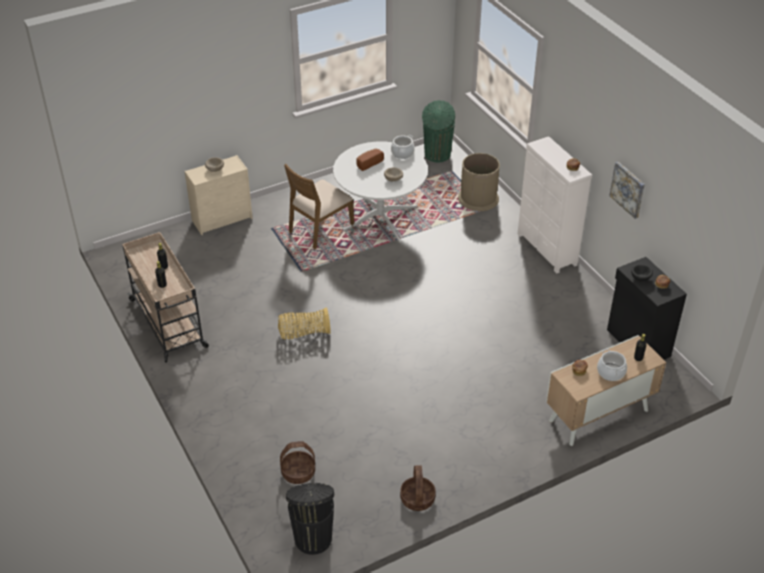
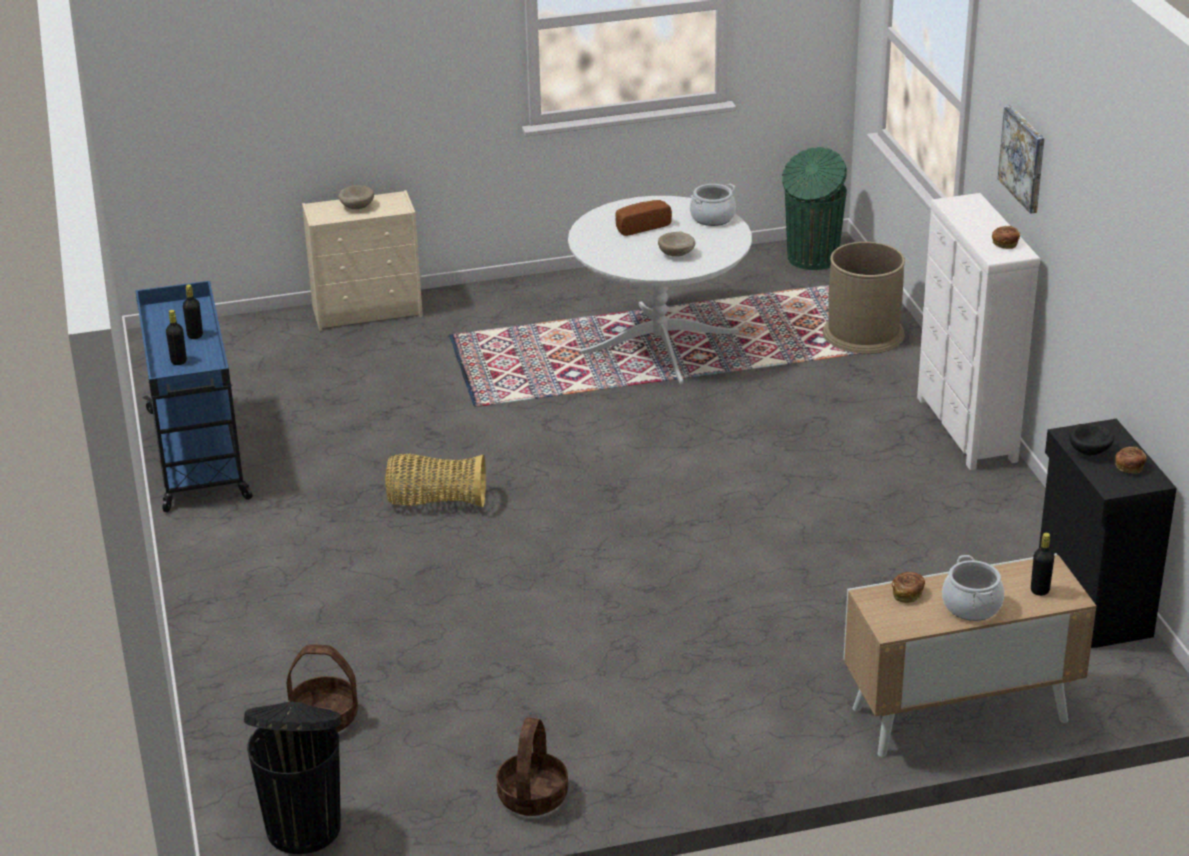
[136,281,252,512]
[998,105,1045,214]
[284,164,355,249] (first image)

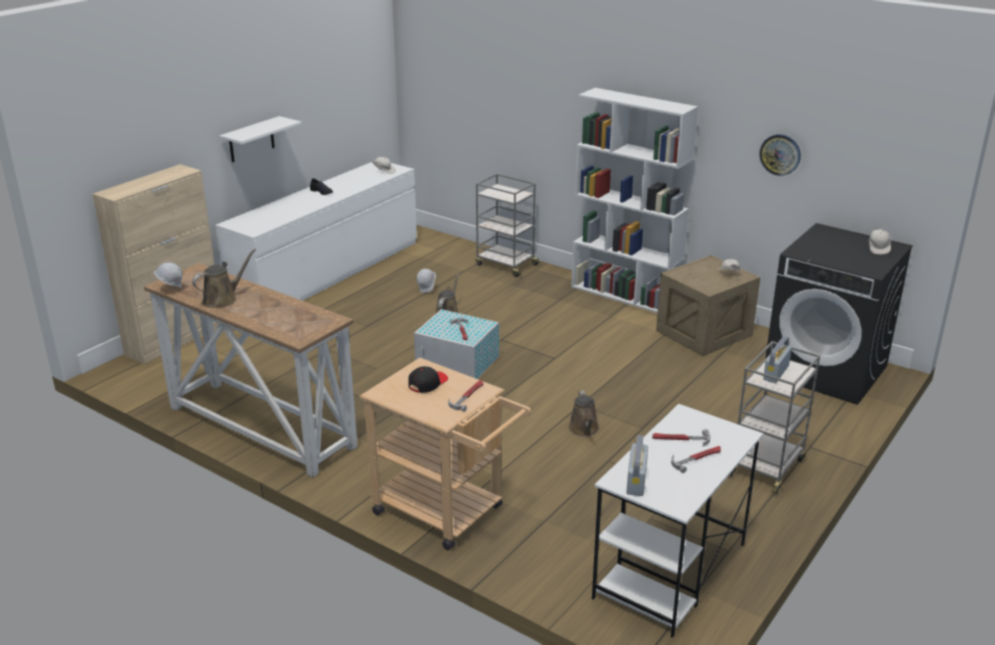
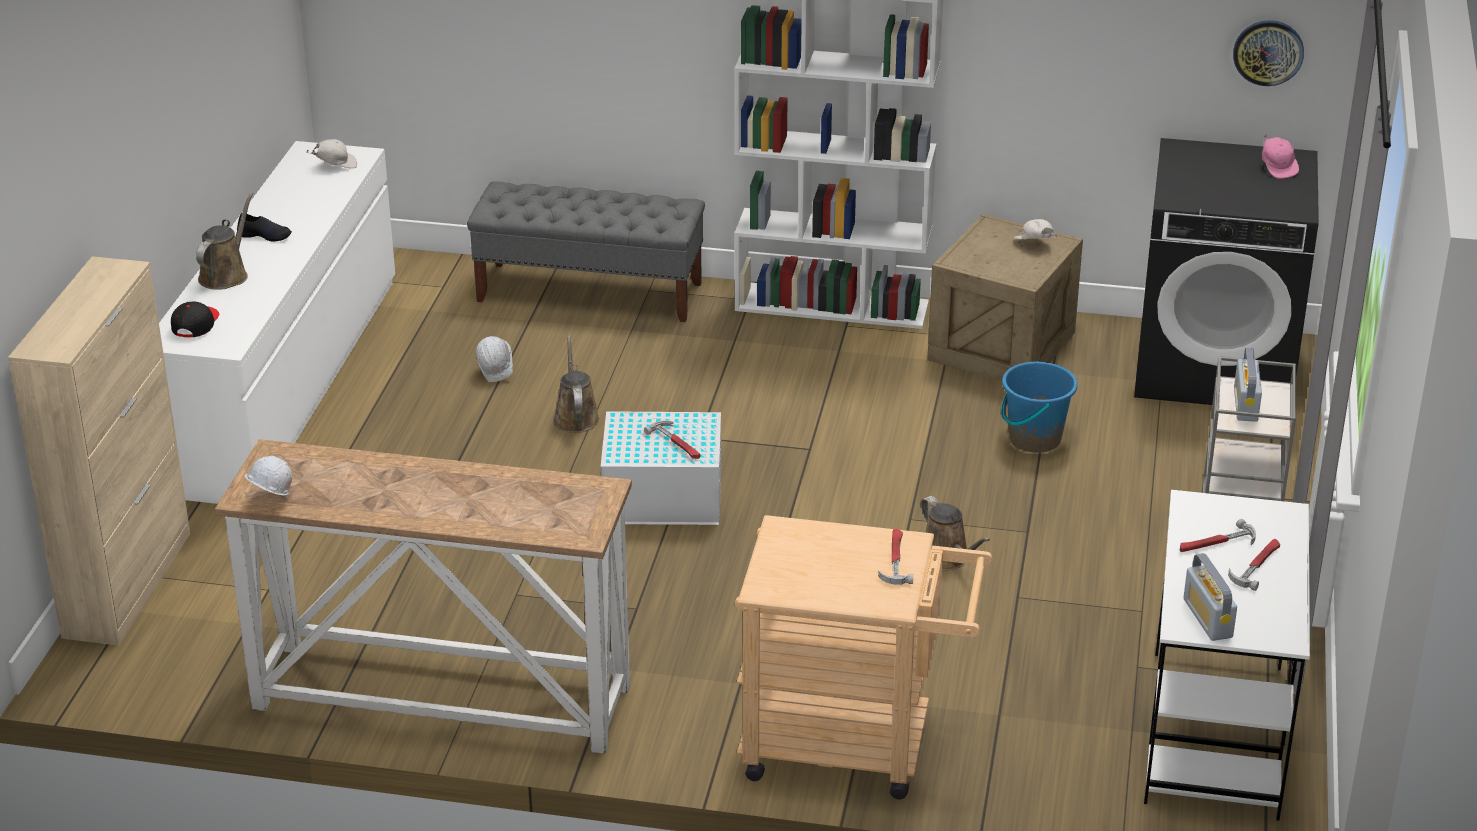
[171,301,219,337]
[196,192,254,290]
[467,181,705,322]
[1001,360,1078,453]
[1233,20,1304,86]
[1262,134,1299,179]
[219,116,301,162] (first image)

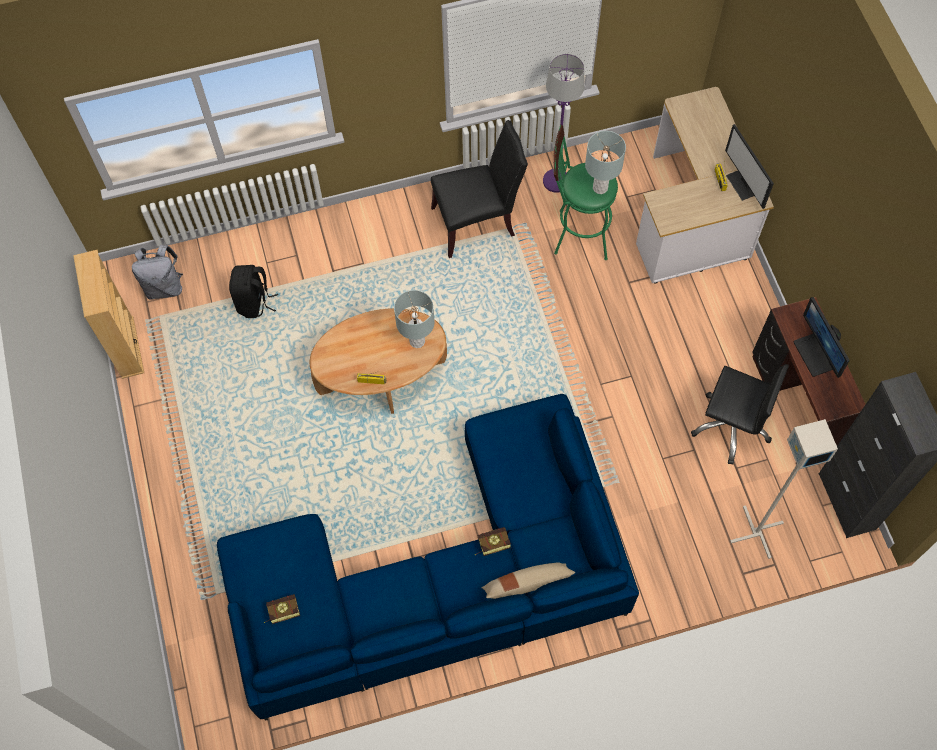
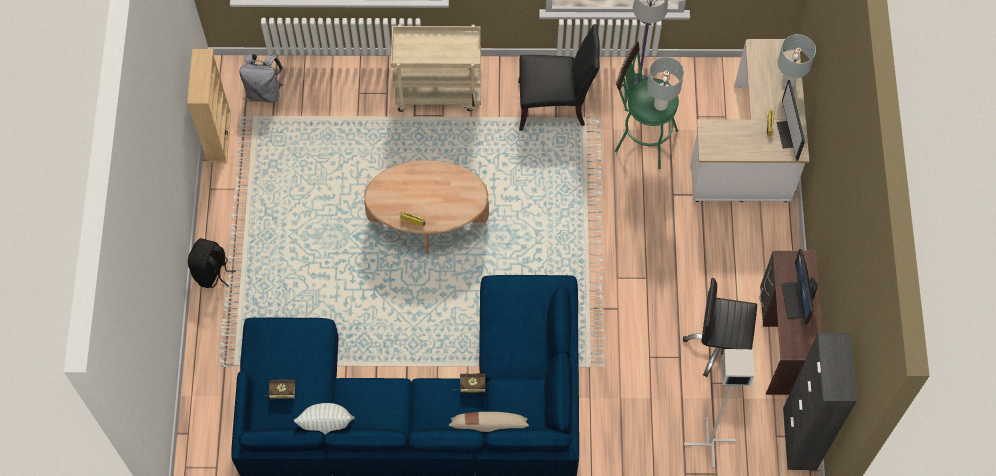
[188,238,236,288]
[294,403,355,435]
[391,24,481,112]
[683,278,757,377]
[777,34,816,87]

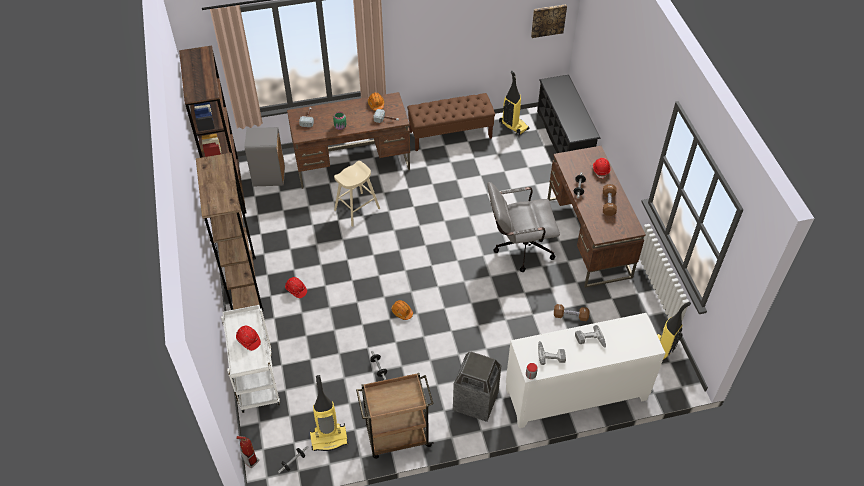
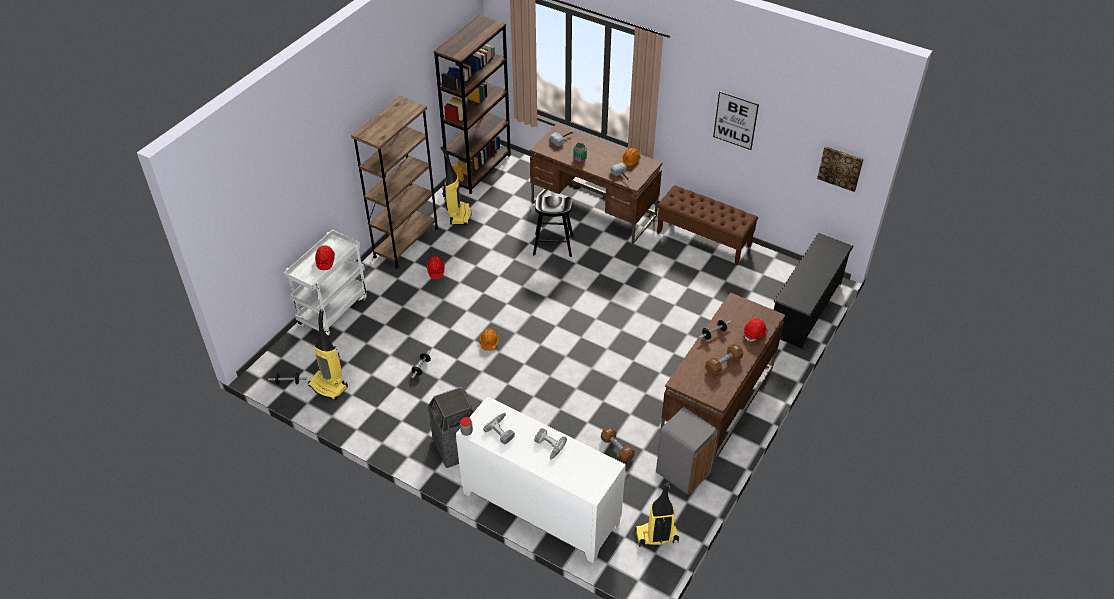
[441,146,471,226]
[533,196,573,257]
[656,407,718,495]
[713,91,759,150]
[236,436,259,468] (first image)
[356,373,434,459] (first image)
[487,182,560,272] (first image)

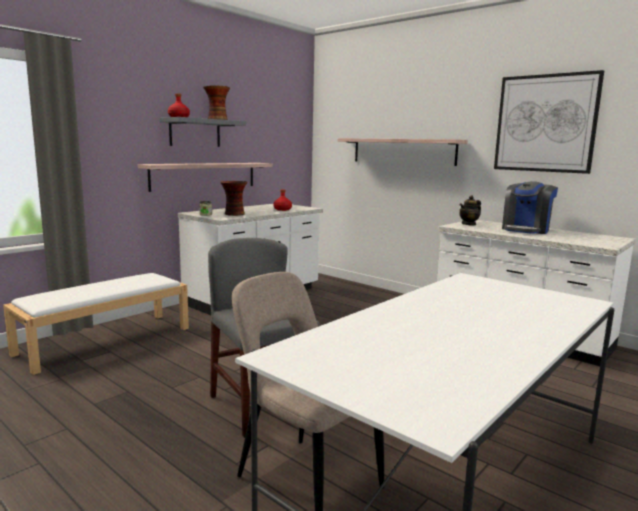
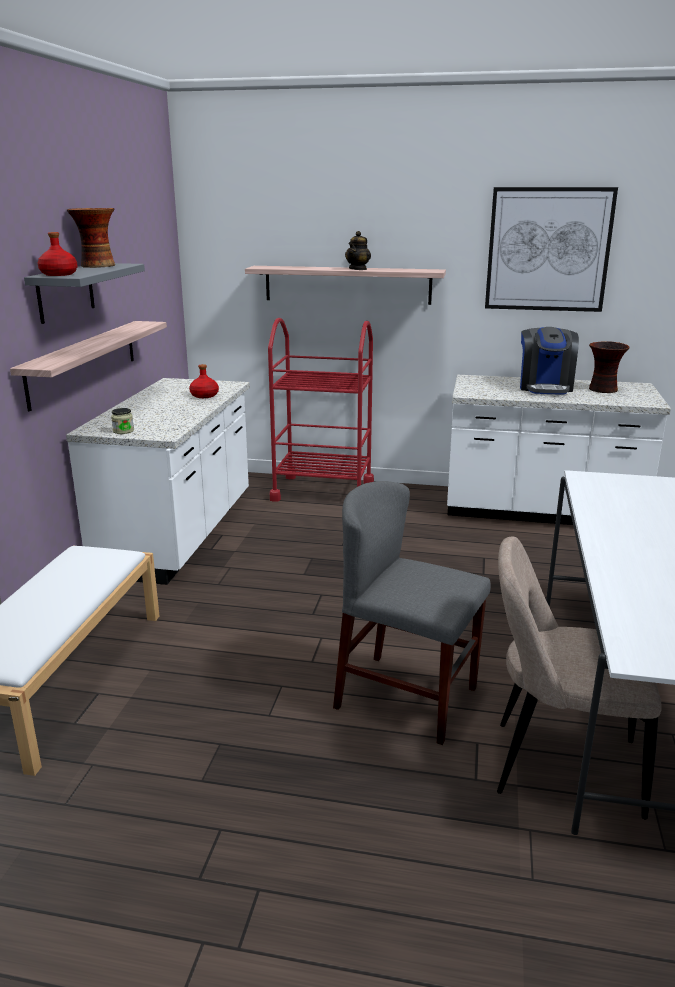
[268,318,374,502]
[345,231,371,270]
[589,341,630,393]

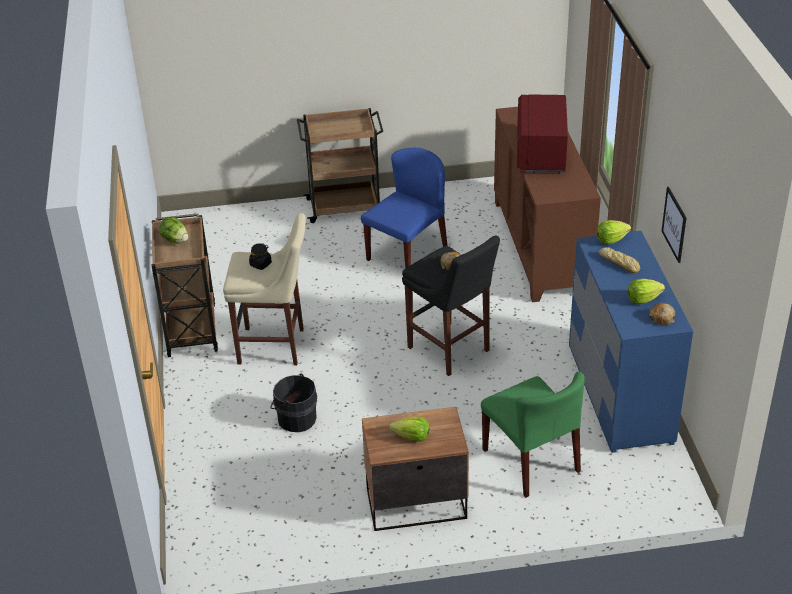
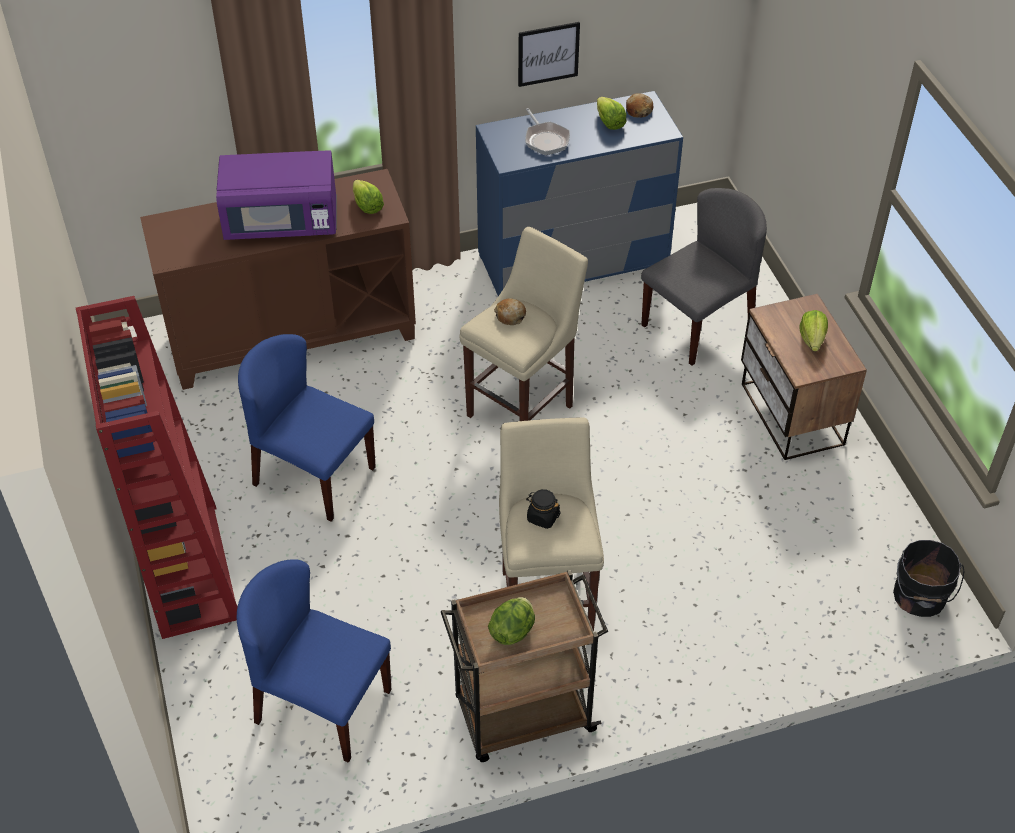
[76,296,238,639]
[216,150,337,240]
[237,559,391,763]
[353,180,384,214]
[459,227,588,421]
[525,108,570,155]
[641,188,767,366]
[893,540,965,617]

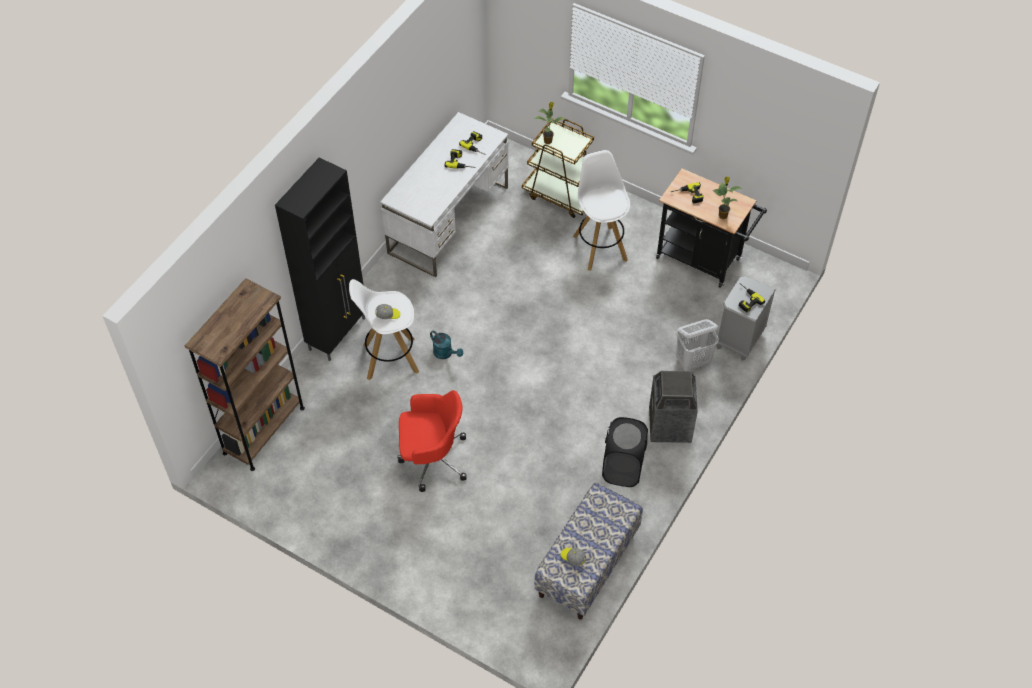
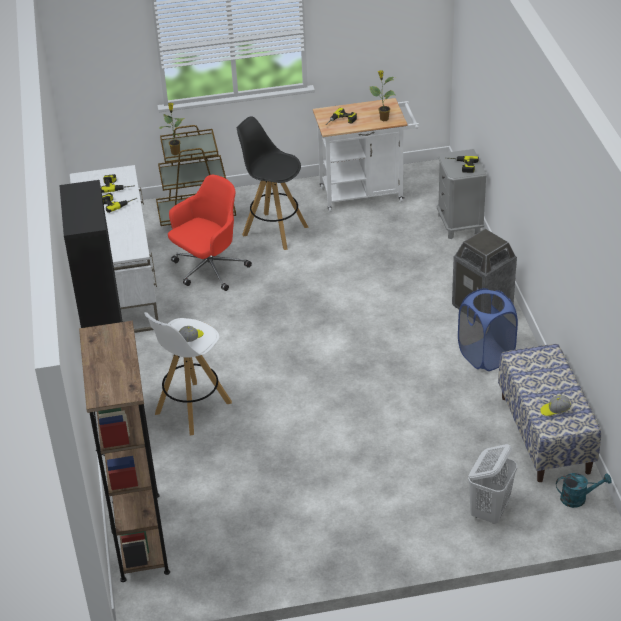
[168,175,252,291]
[237,116,309,250]
[313,98,420,212]
[458,288,518,371]
[468,444,517,524]
[556,473,612,508]

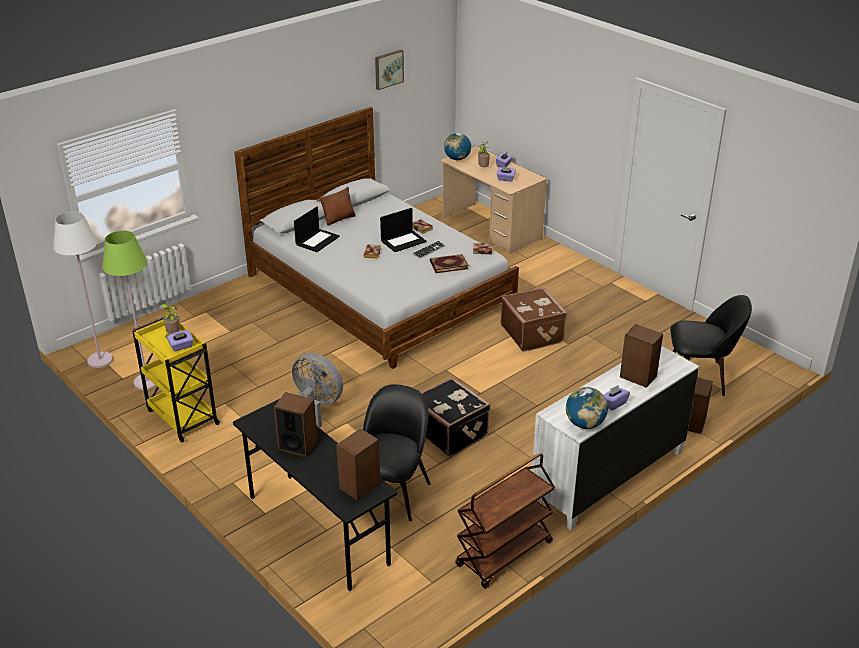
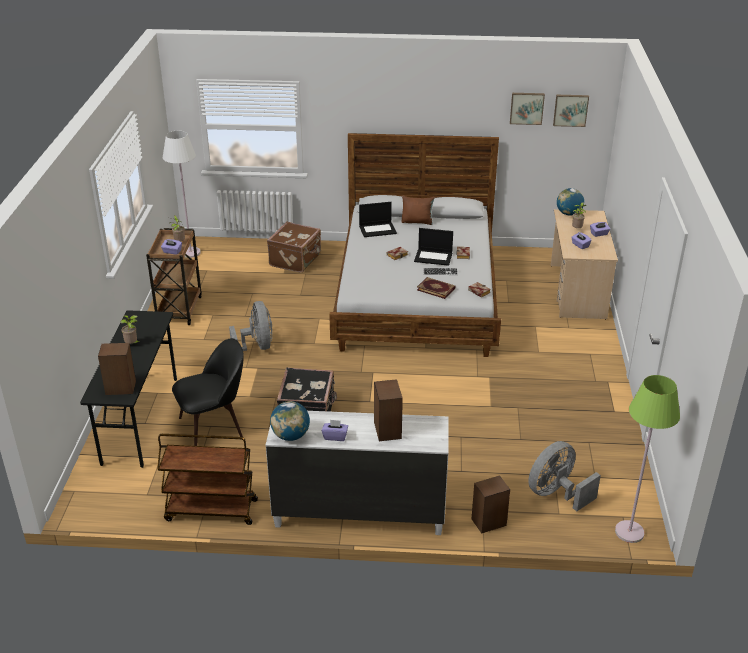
[121,315,141,344]
[146,228,202,325]
[267,222,321,273]
[528,441,601,511]
[553,95,589,127]
[615,375,680,543]

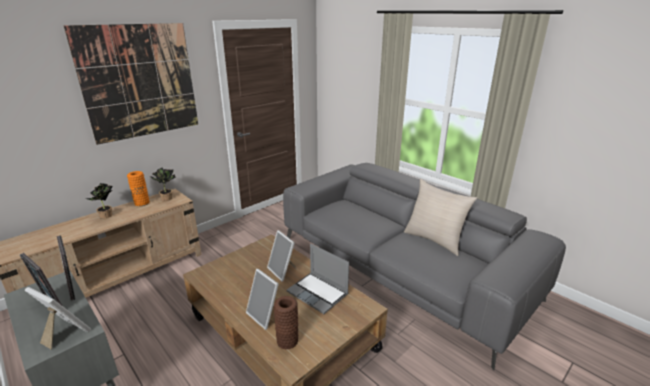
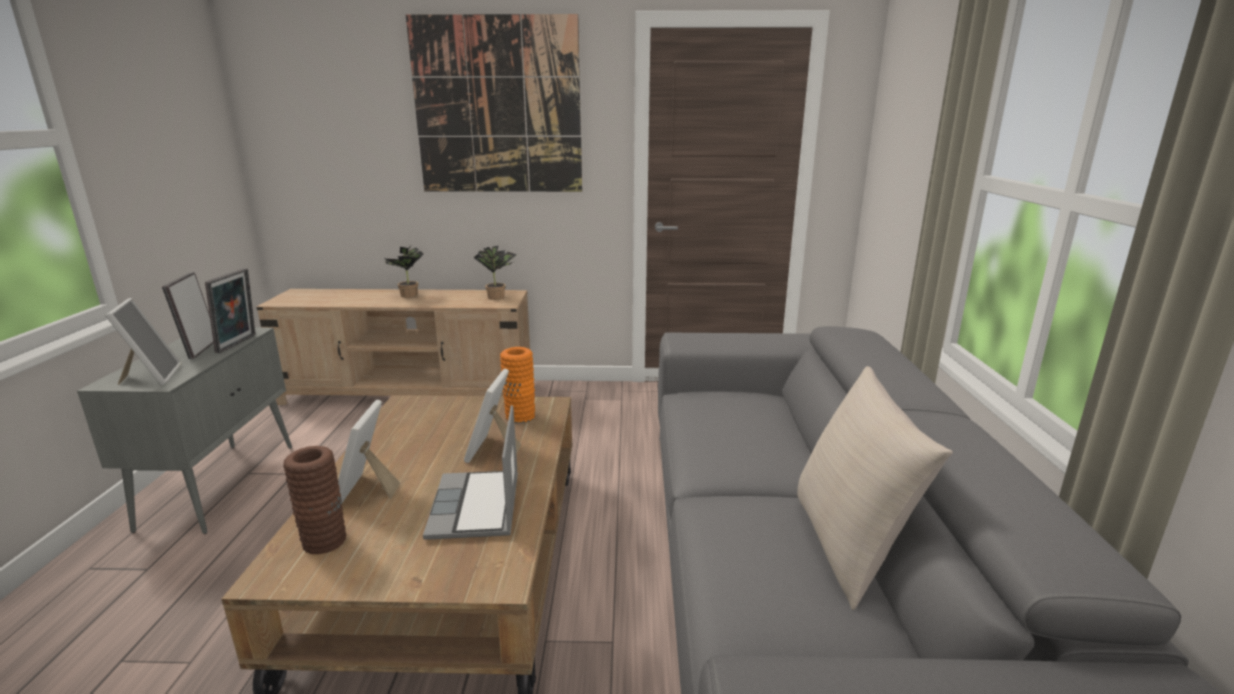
[500,347,535,424]

